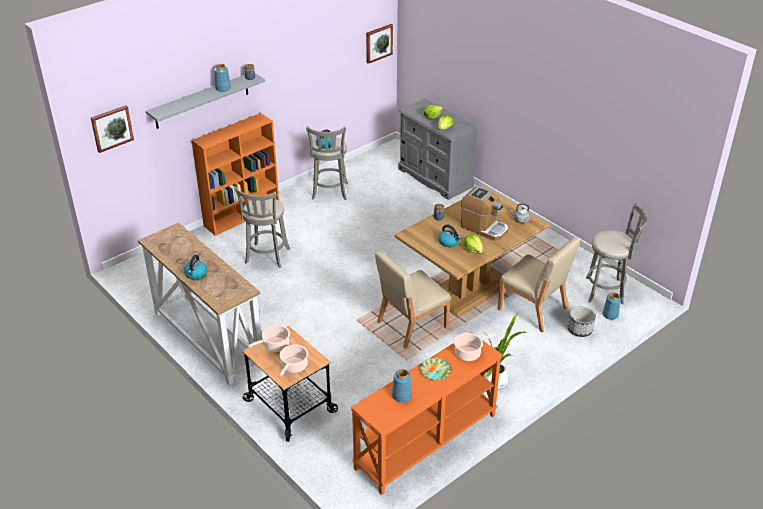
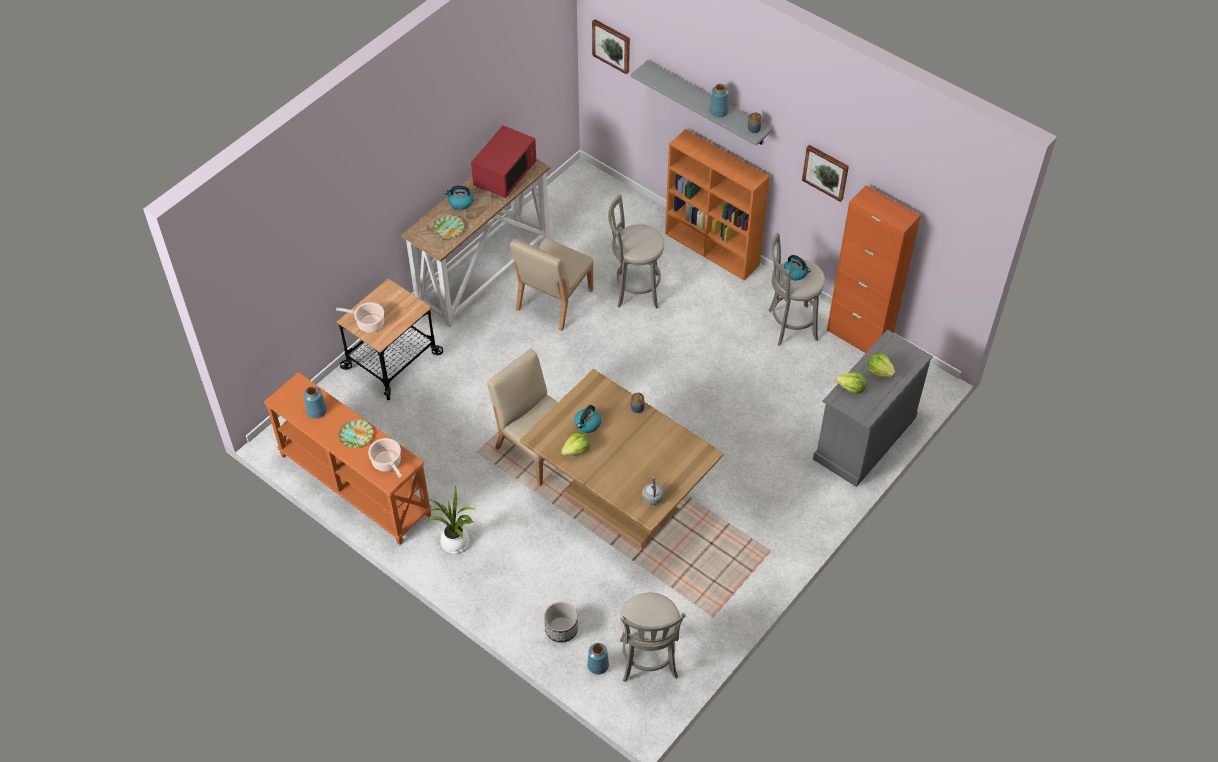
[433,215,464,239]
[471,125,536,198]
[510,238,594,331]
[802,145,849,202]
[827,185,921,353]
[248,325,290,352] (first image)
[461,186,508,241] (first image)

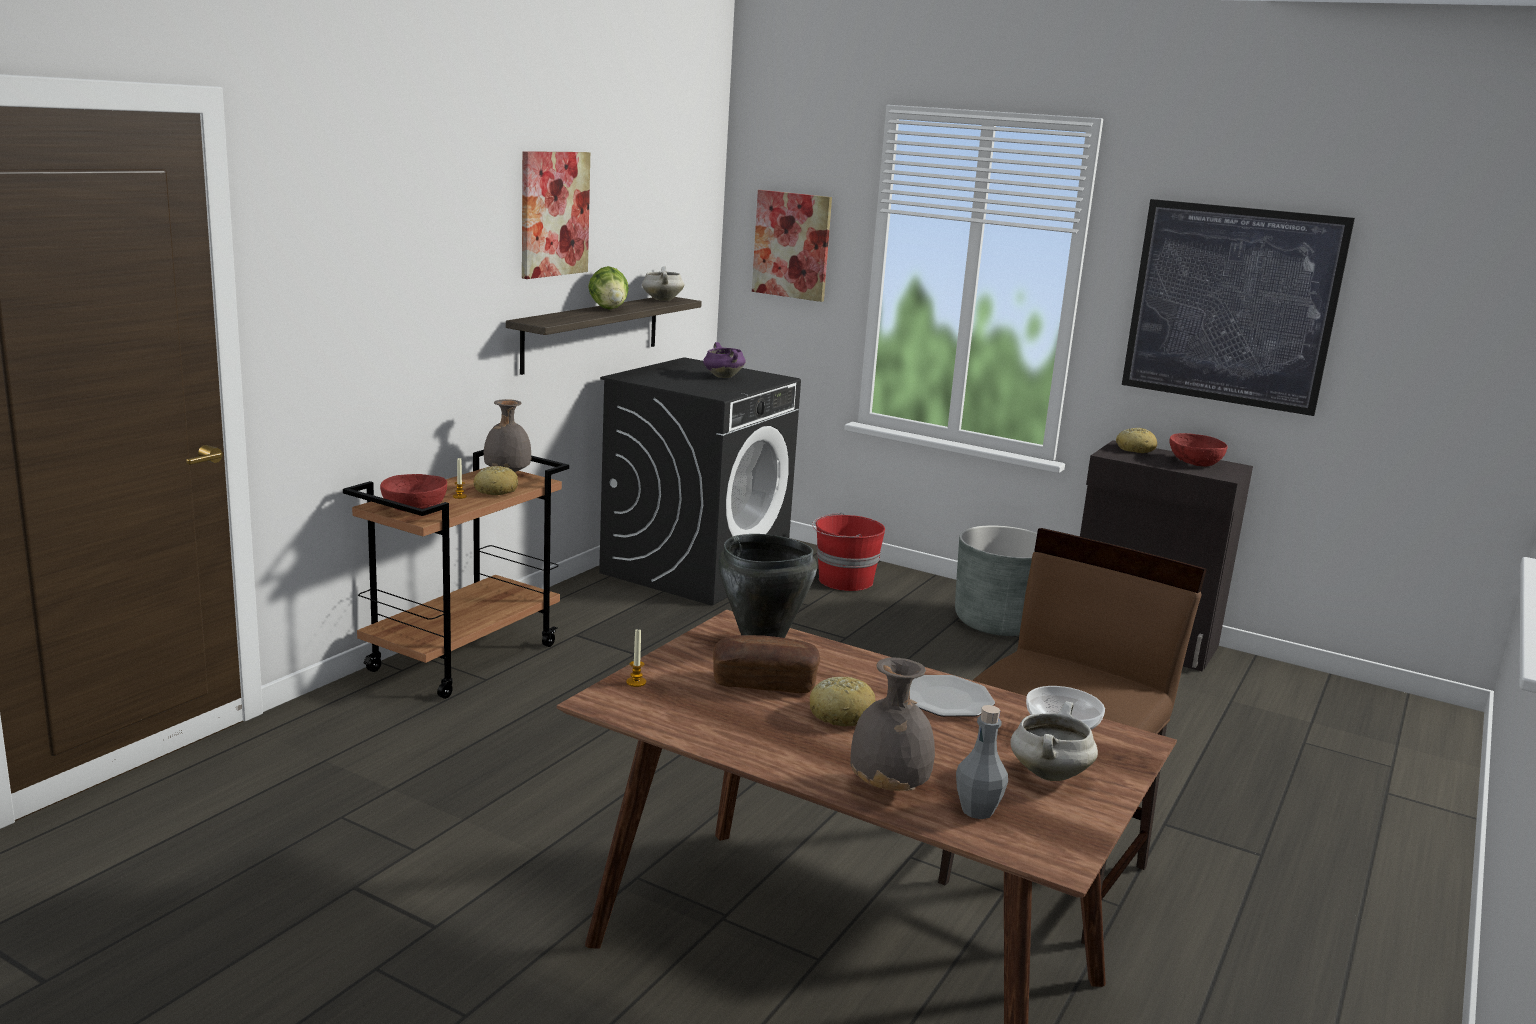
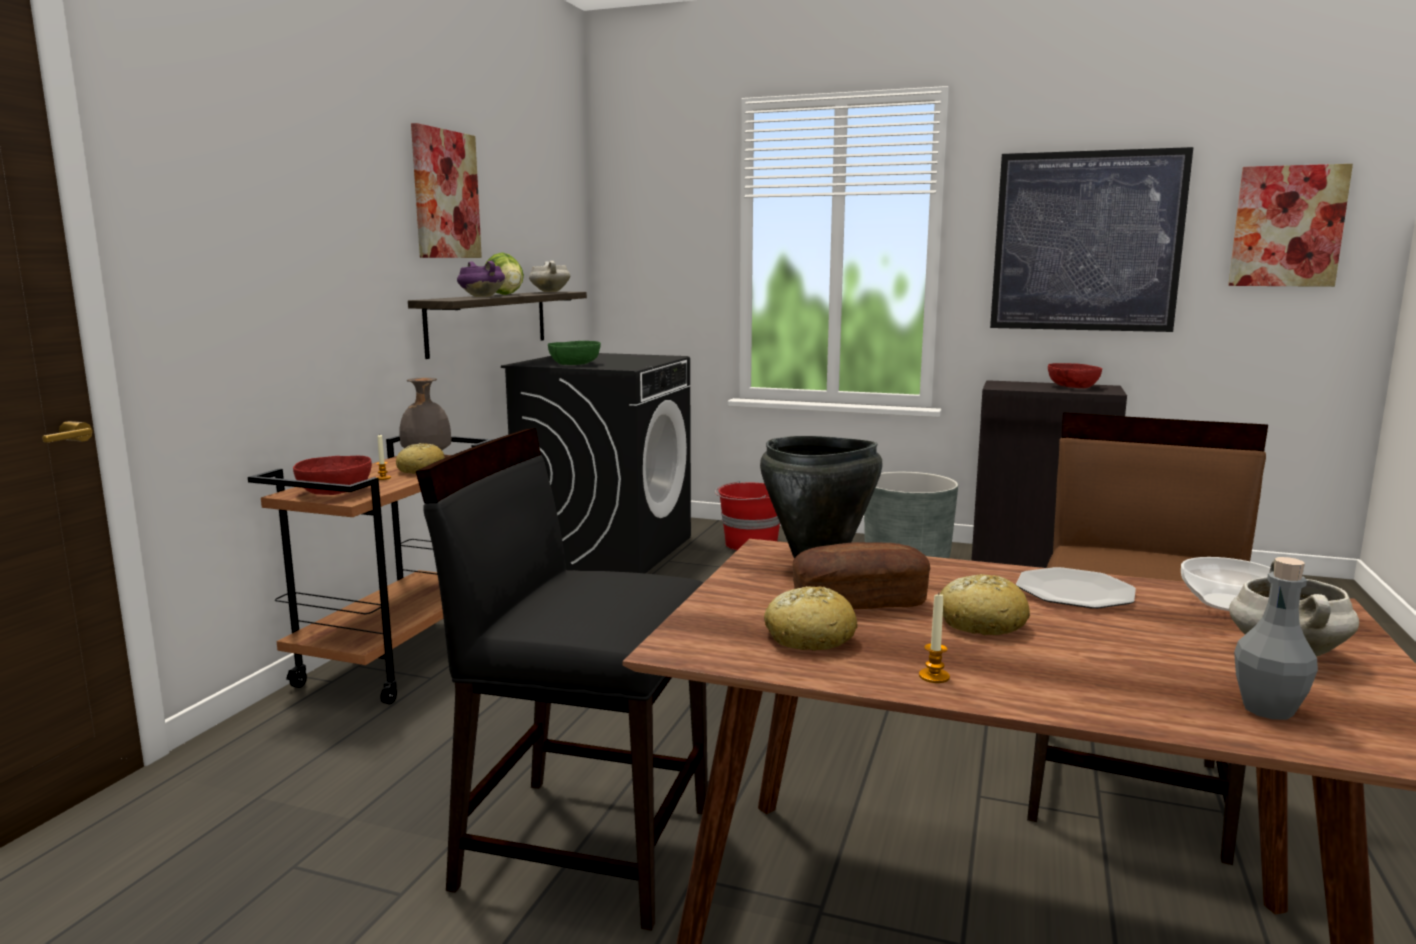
[416,428,708,931]
[457,261,505,297]
[548,341,601,365]
[764,586,858,651]
[919,594,950,683]
[1228,164,1353,287]
[850,657,935,791] (first image)

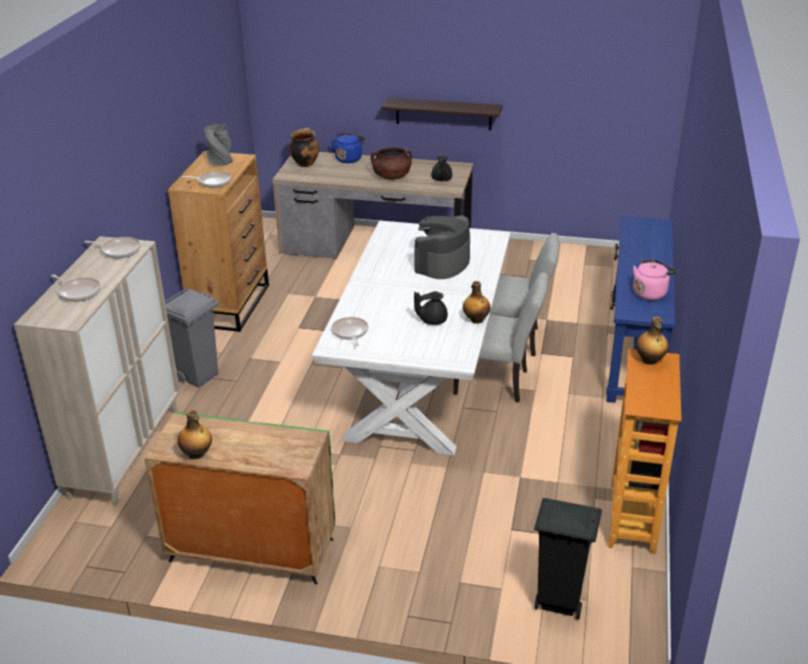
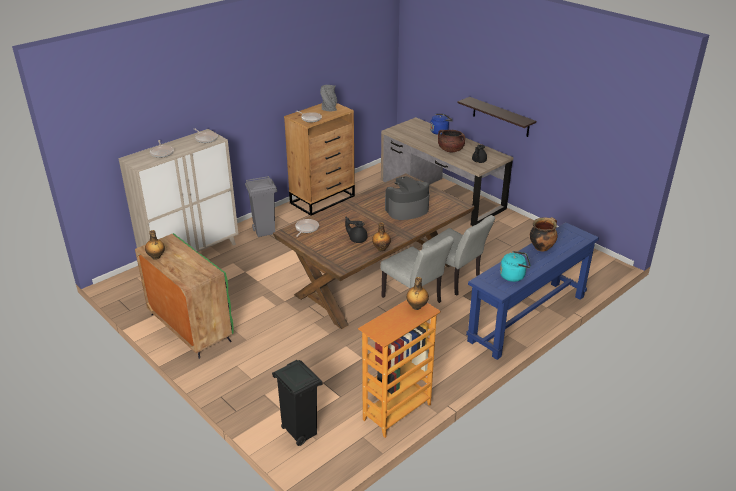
[273,173,475,329]
[500,251,531,282]
[530,217,558,251]

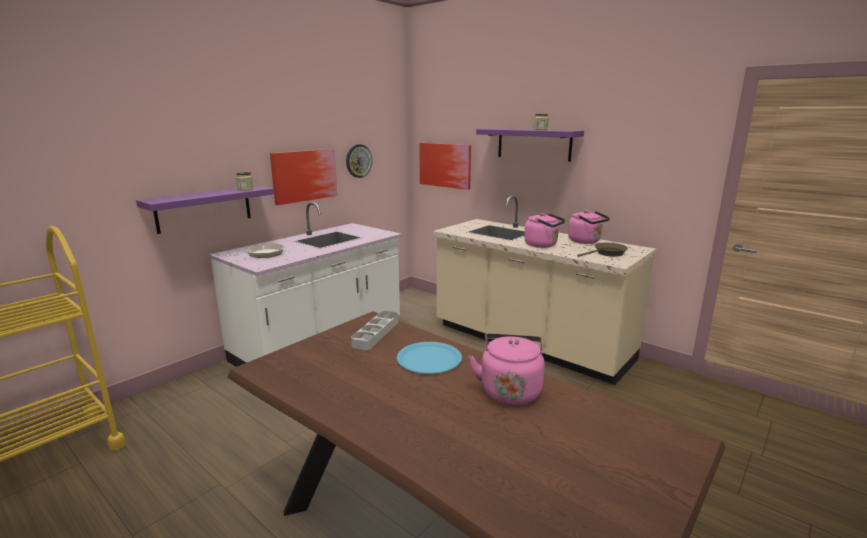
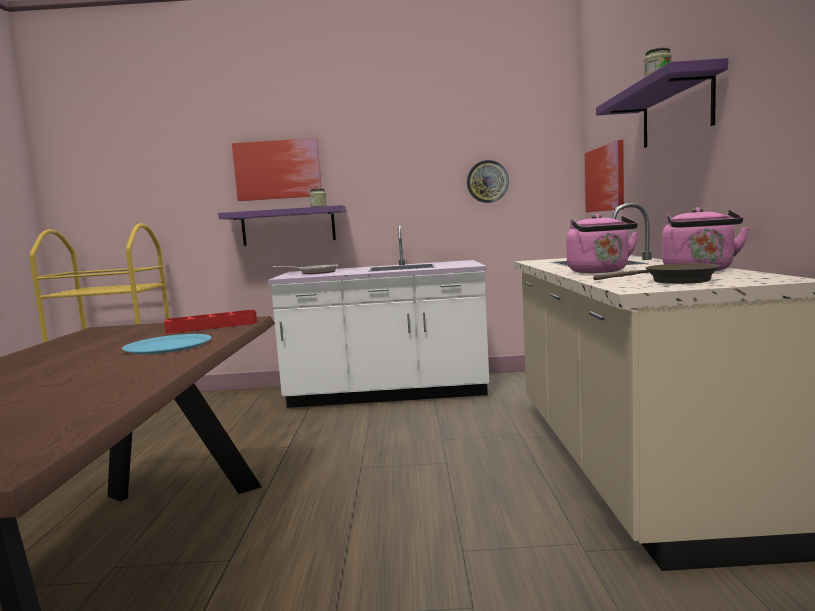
[164,310,257,333]
[232,138,322,201]
[468,334,544,405] (first image)

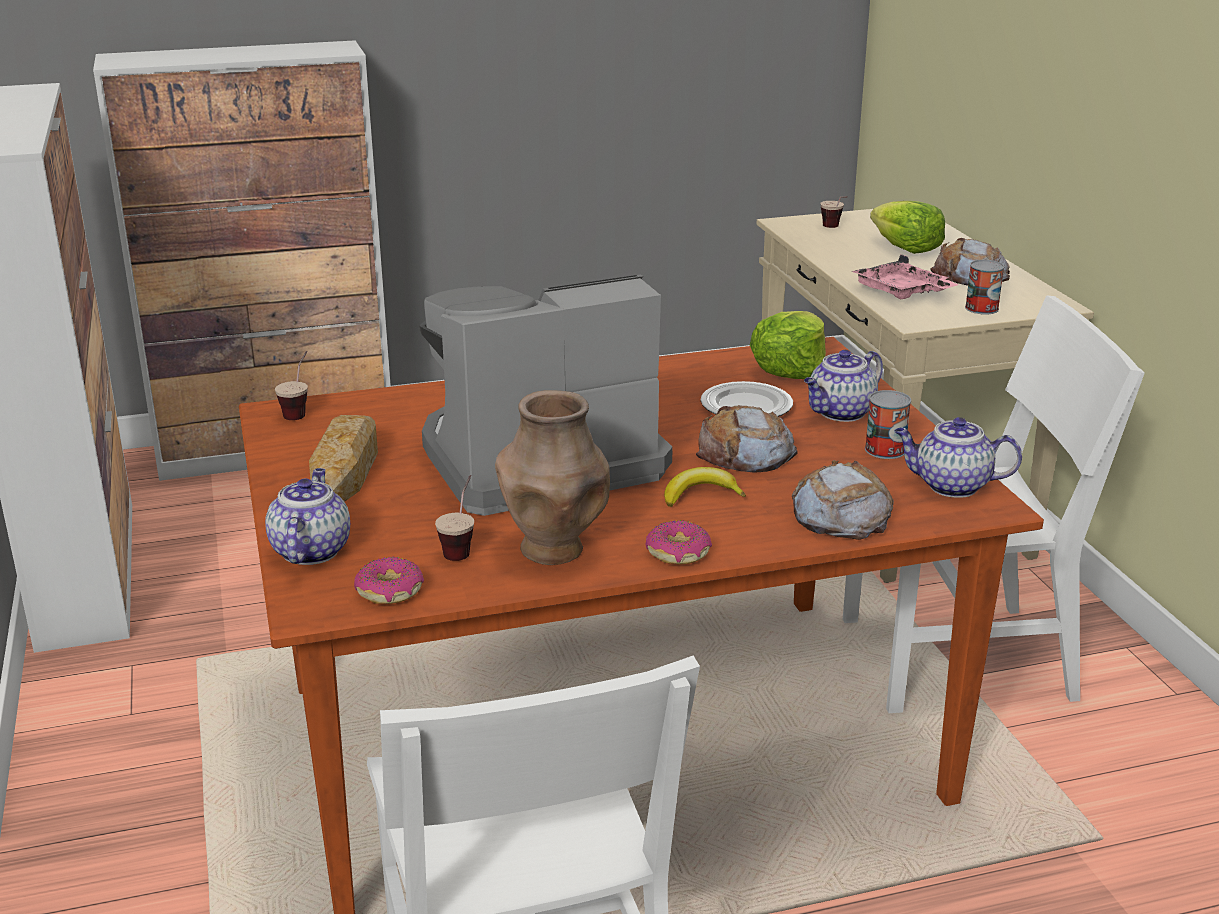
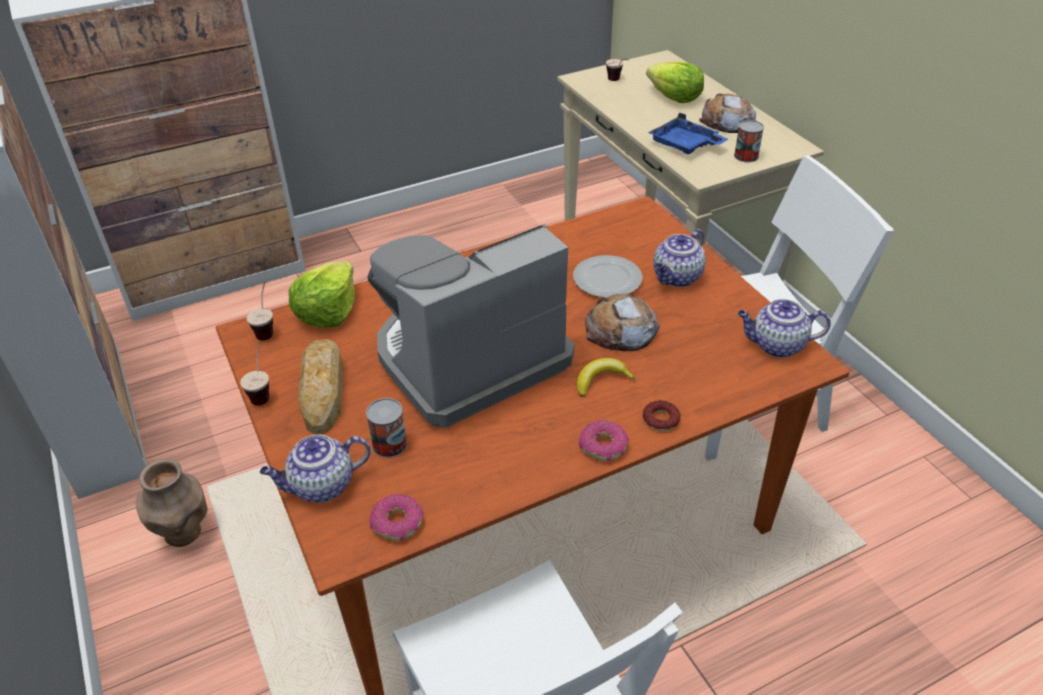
[136,459,207,547]
[240,341,269,406]
[260,435,371,503]
[288,261,355,328]
[366,398,407,458]
[643,400,681,432]
[648,112,728,154]
[792,460,894,540] (first image)

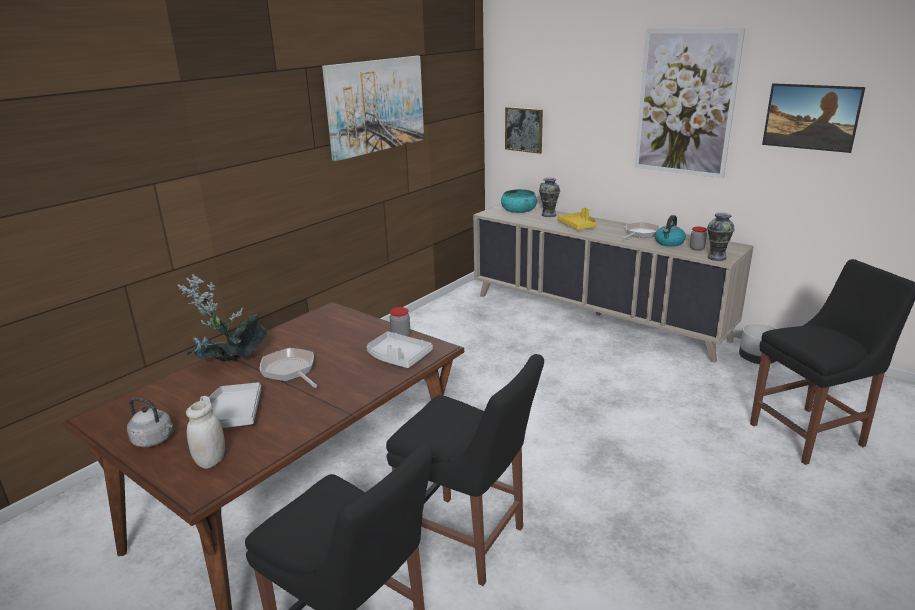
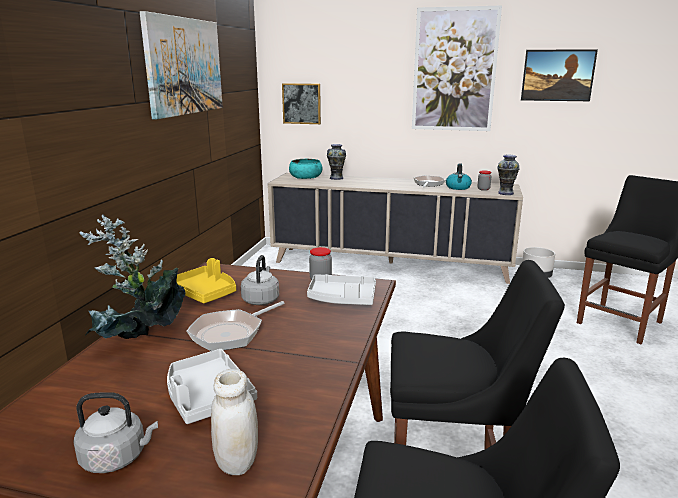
[176,258,236,303]
[186,301,284,351]
[241,255,279,305]

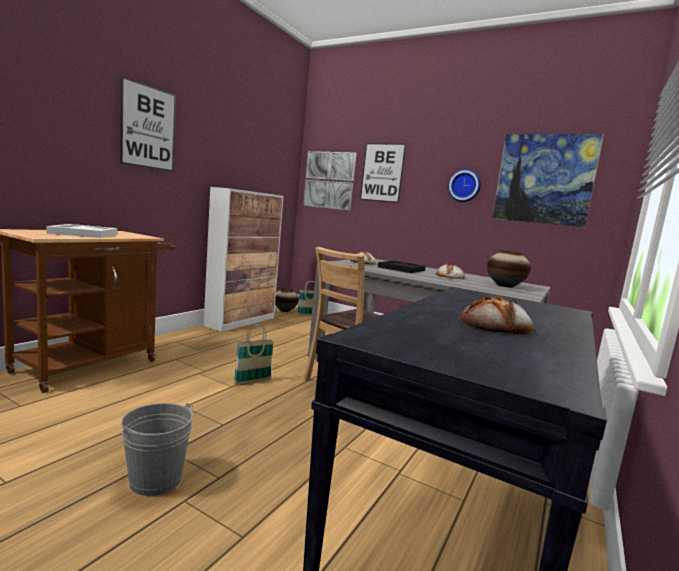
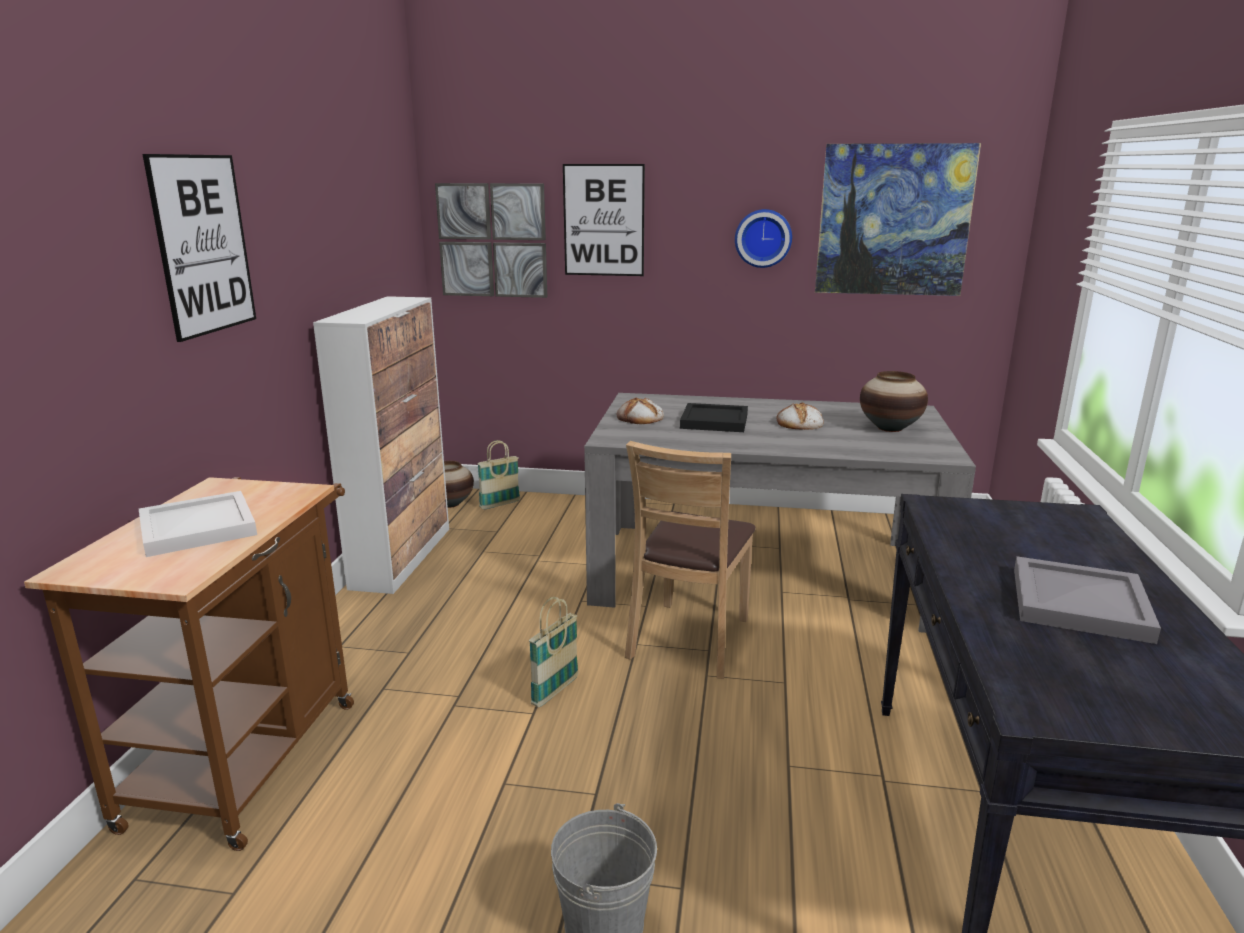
[1014,556,1161,644]

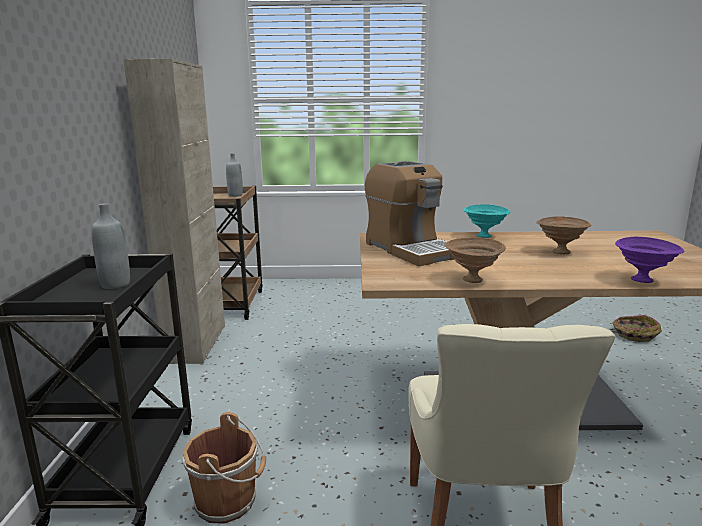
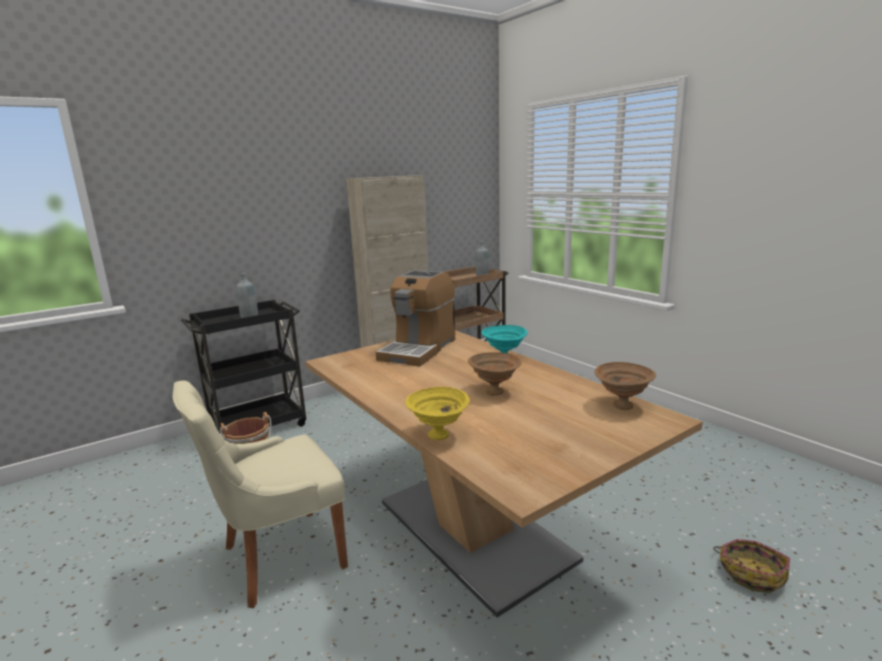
[405,387,470,440]
[594,362,656,410]

